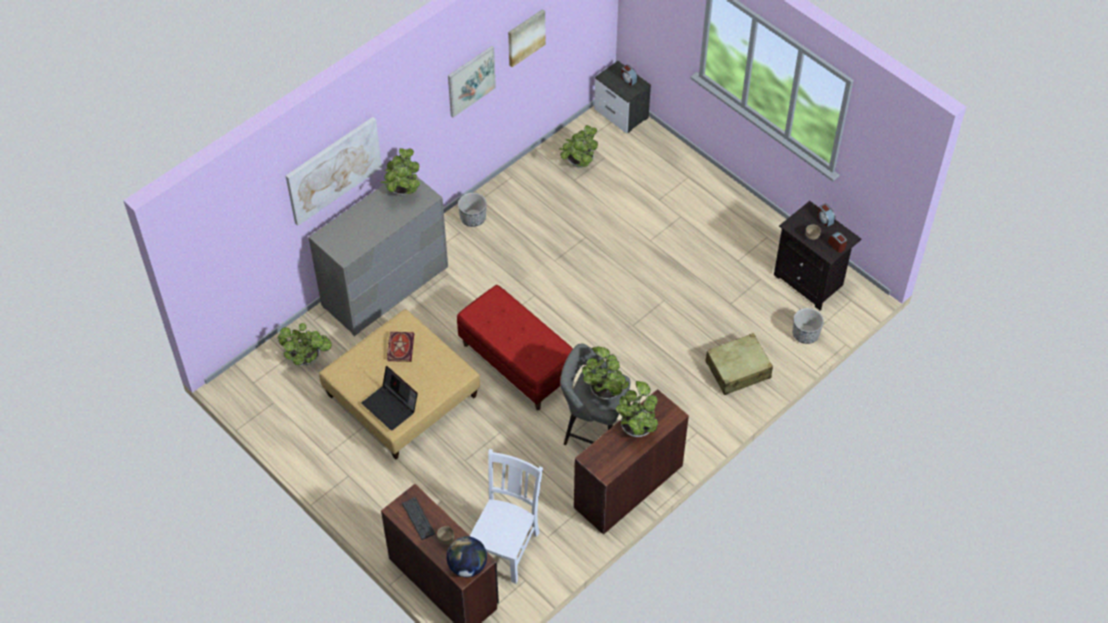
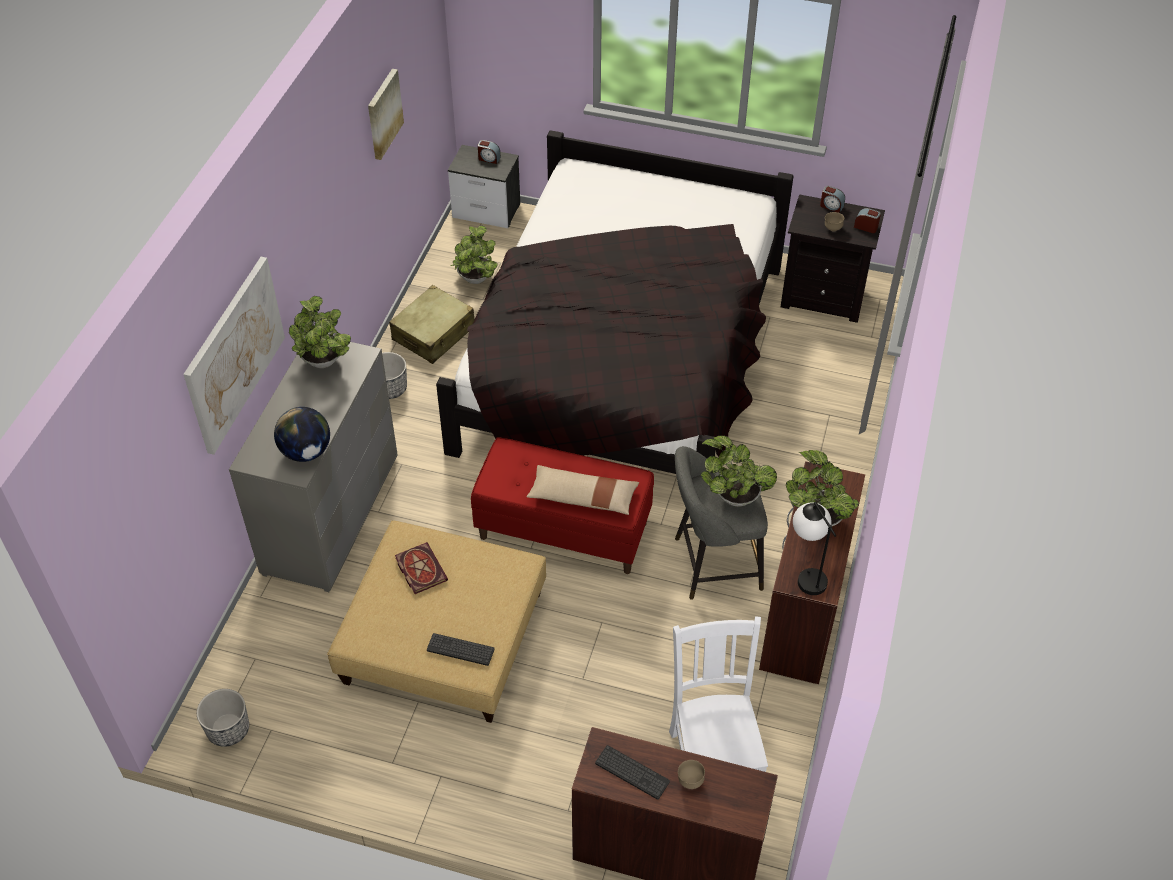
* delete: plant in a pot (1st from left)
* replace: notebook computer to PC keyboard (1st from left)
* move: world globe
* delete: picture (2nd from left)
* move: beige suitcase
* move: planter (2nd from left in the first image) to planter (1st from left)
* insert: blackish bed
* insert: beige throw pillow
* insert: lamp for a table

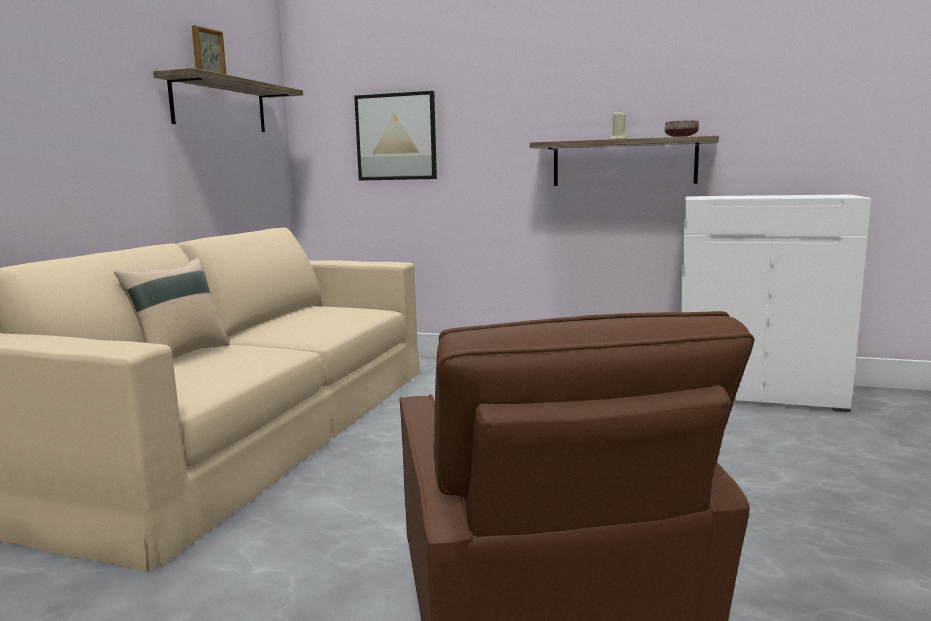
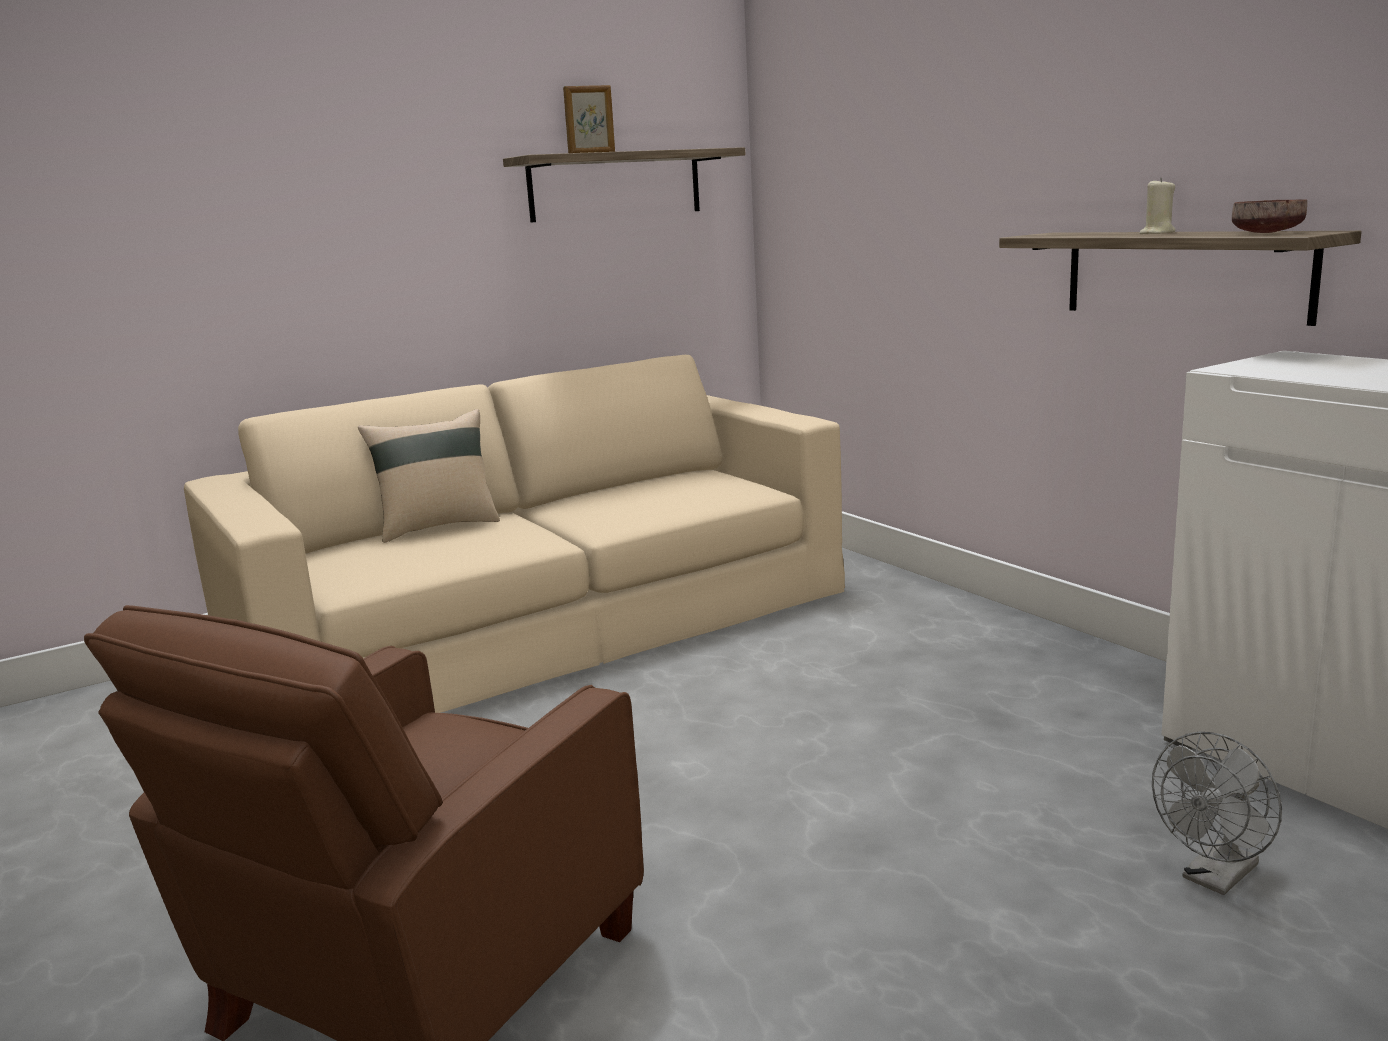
* delete: picture
* insert: grey electric fan

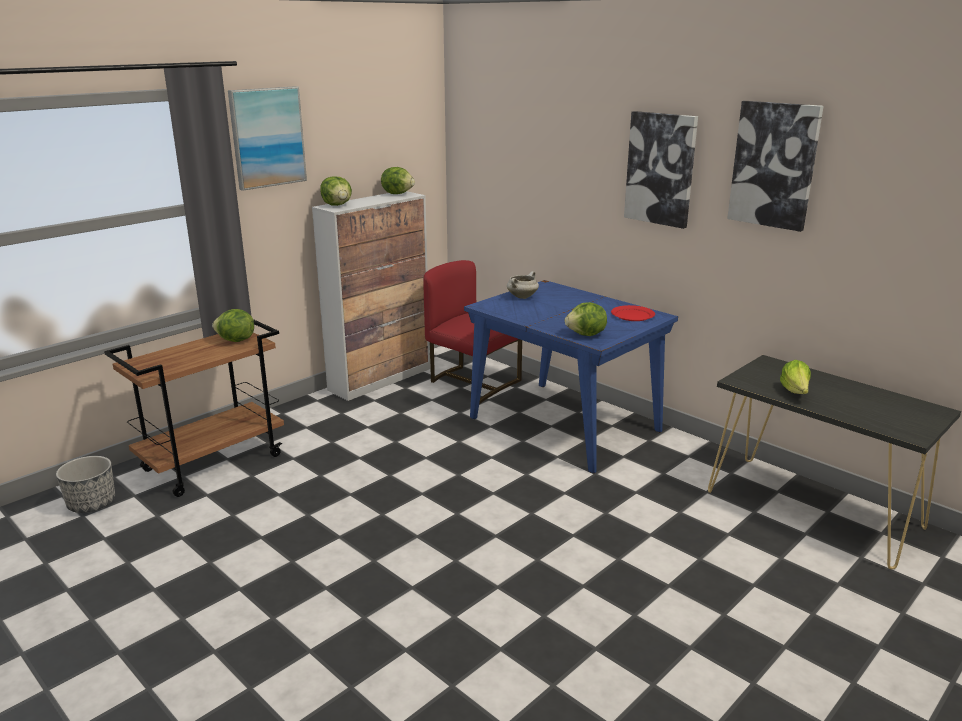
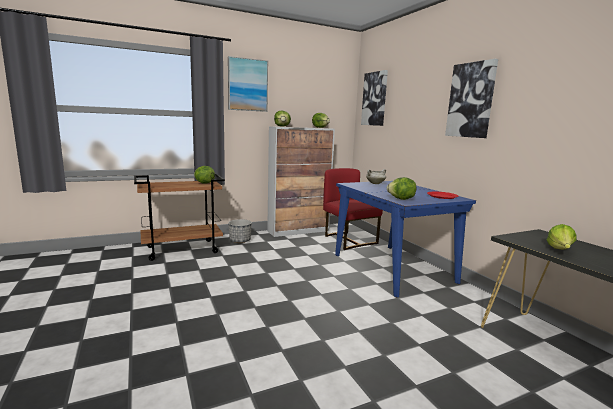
* move: planter
* move: picture (3rd from left in the first image) to picture (2nd from left)

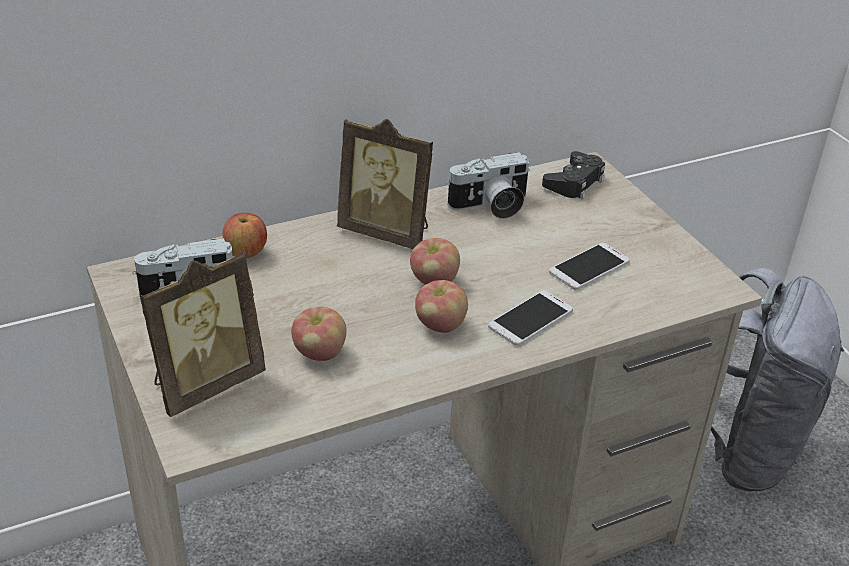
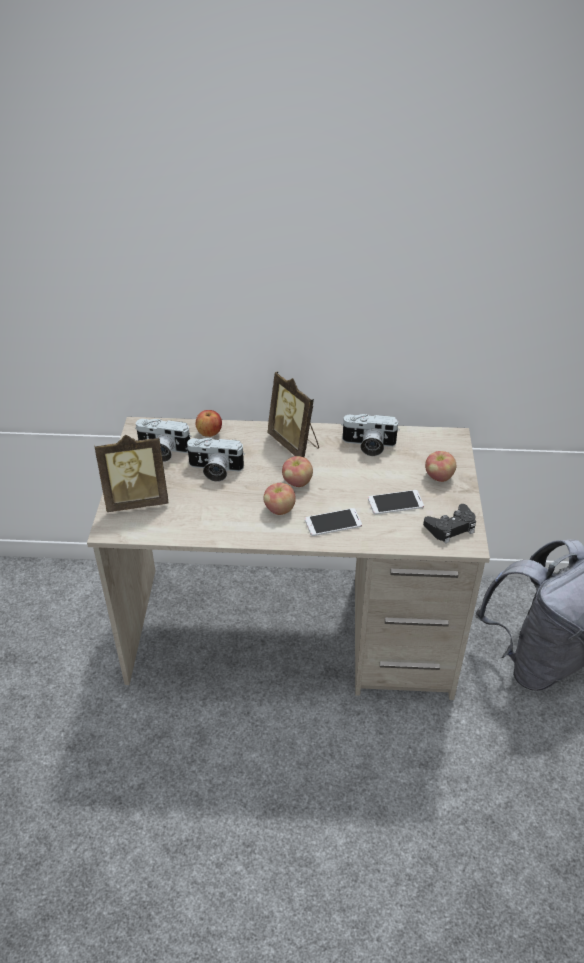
* move: apple fruit (2nd from left in the first image) to apple fruit (4th from left)
* move: blackish game controller
* insert: photo camera (2nd from left)

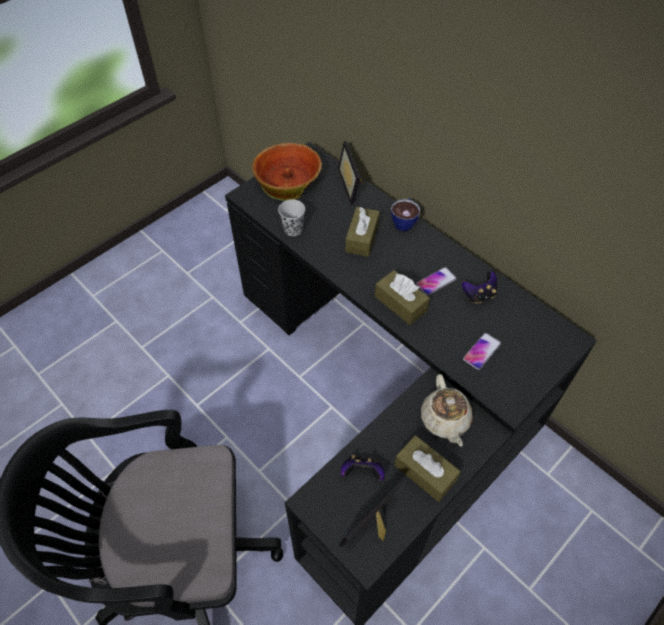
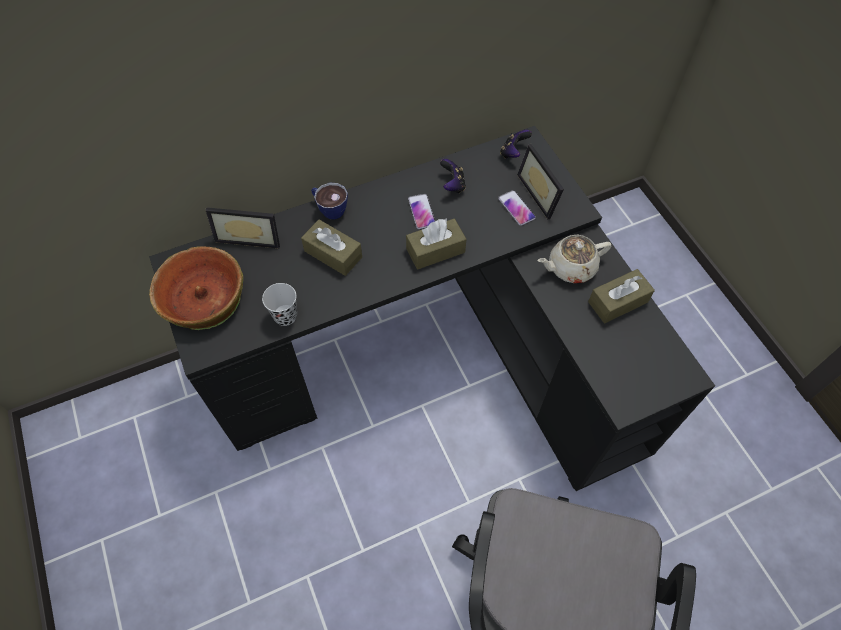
* move: picture frame (2nd from left)
* move: game controller (1st from left in the first image) to game controller (2nd from left)
* rotate: beige pot for tea 150 degrees clockwise

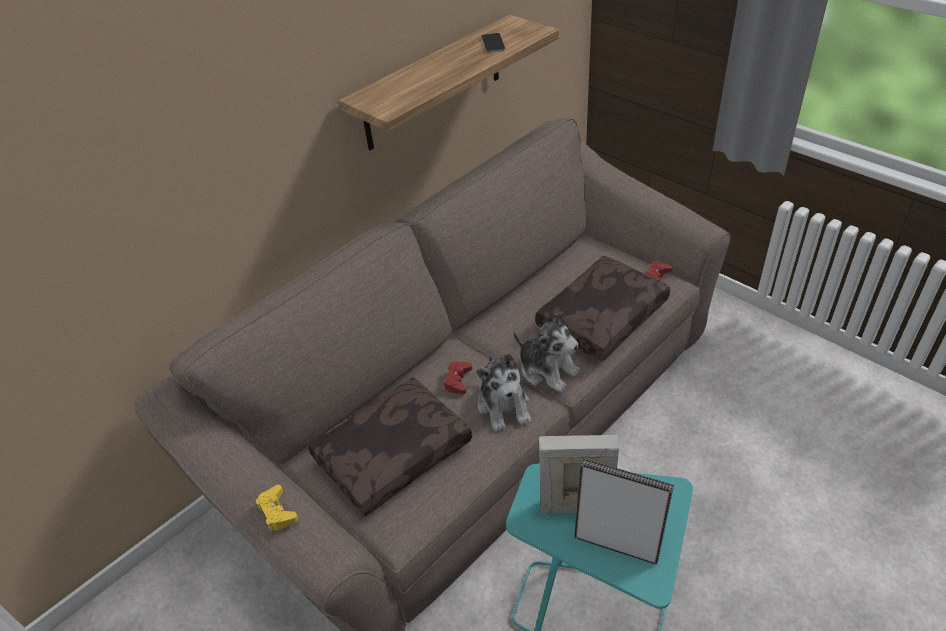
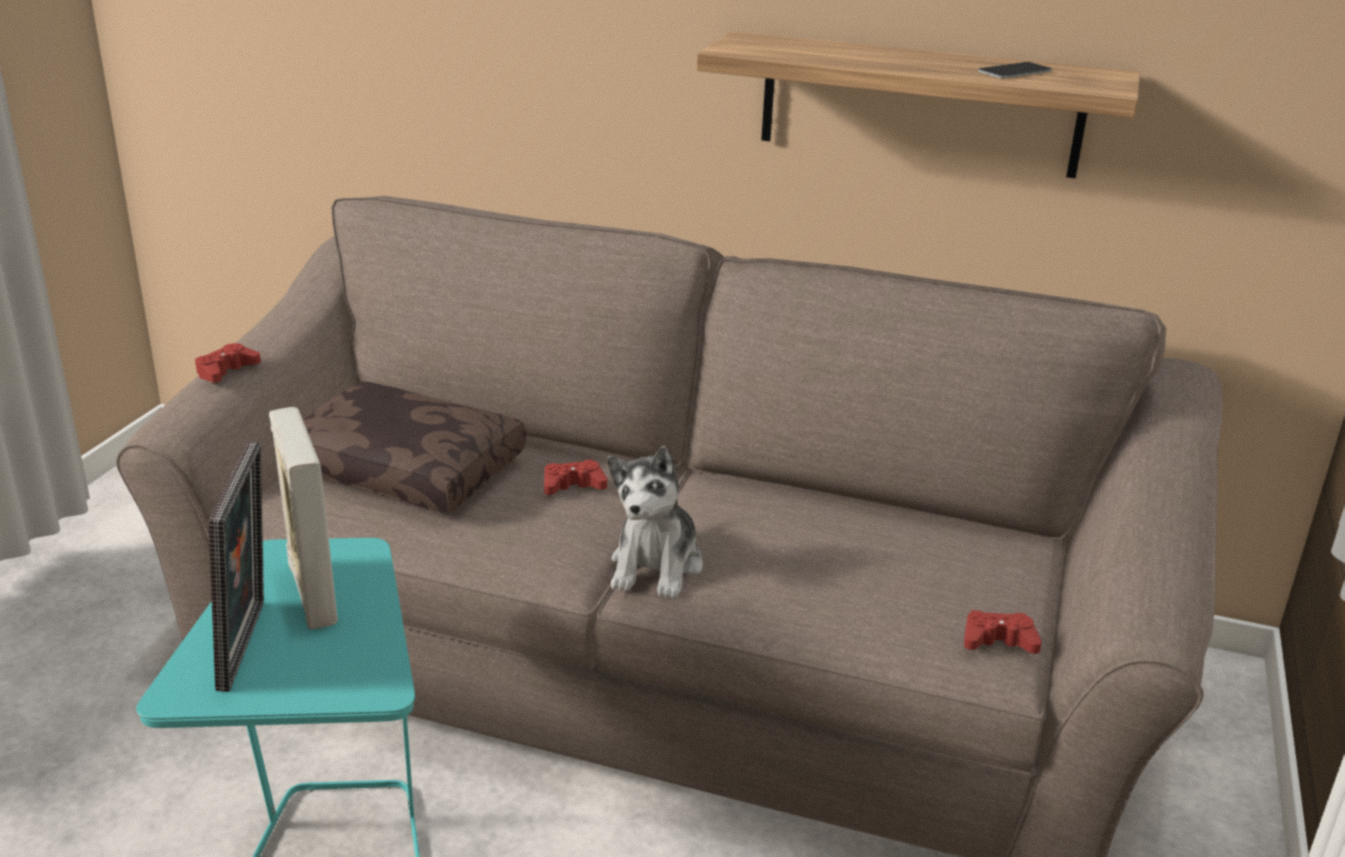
* recolor: yellowish game controller to reddish game controller (1st from left)
* delete: plush toy (1st from left)
* delete: brown-coloured throw pillow (2nd from left)

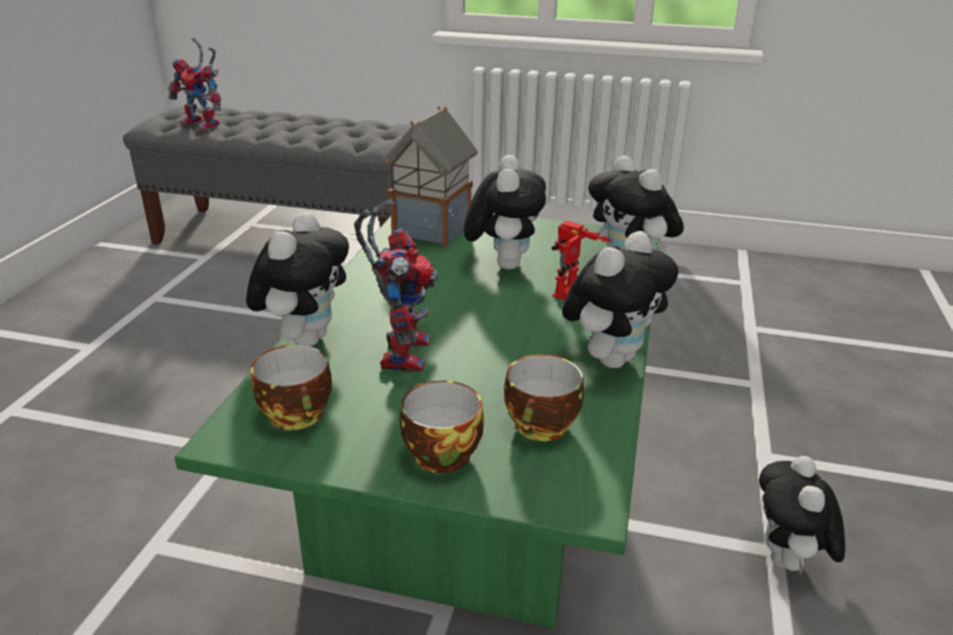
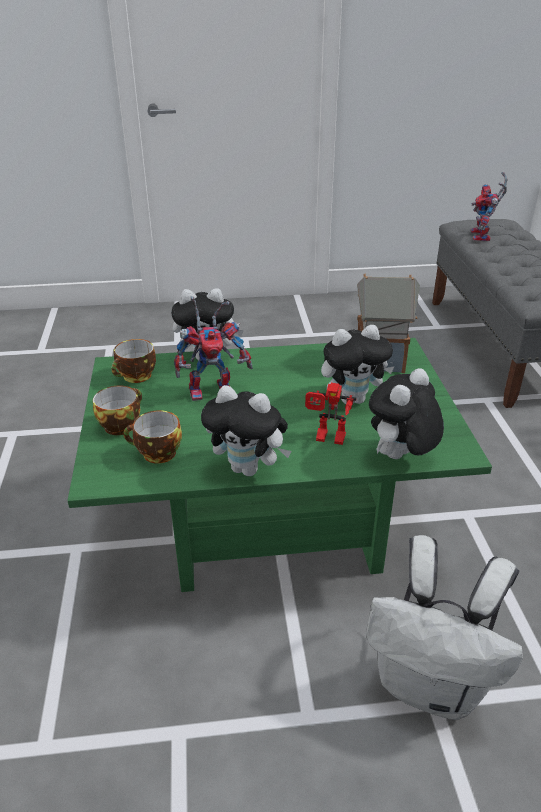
* delete: plush toy (5th from left)
* insert: white knapsack

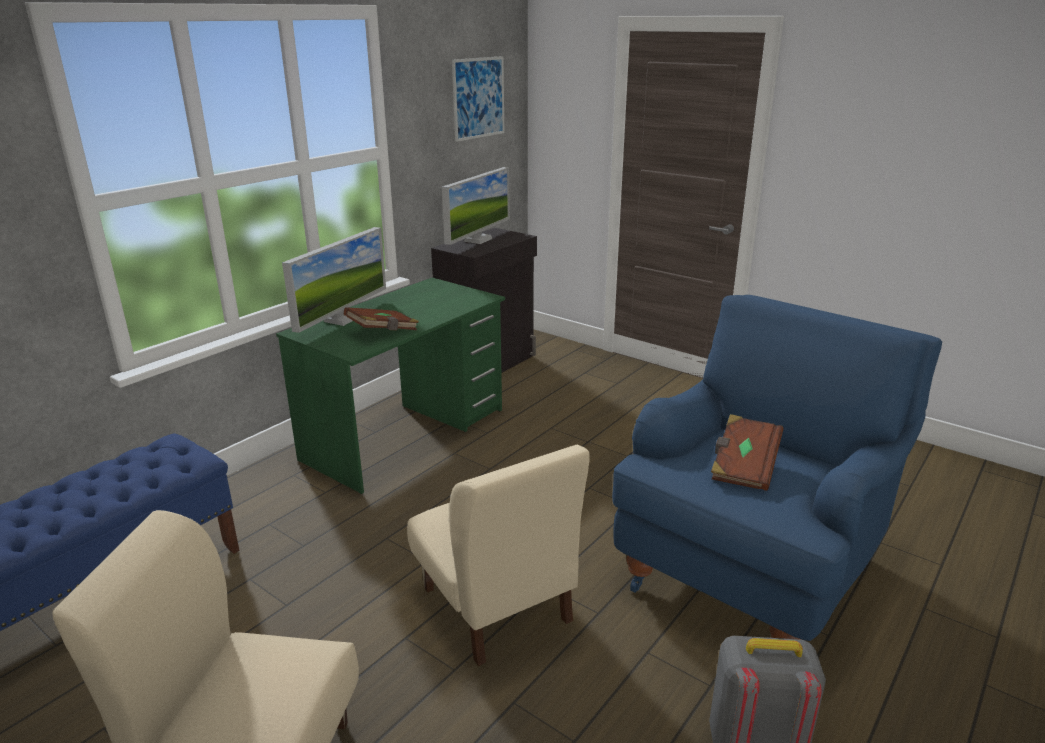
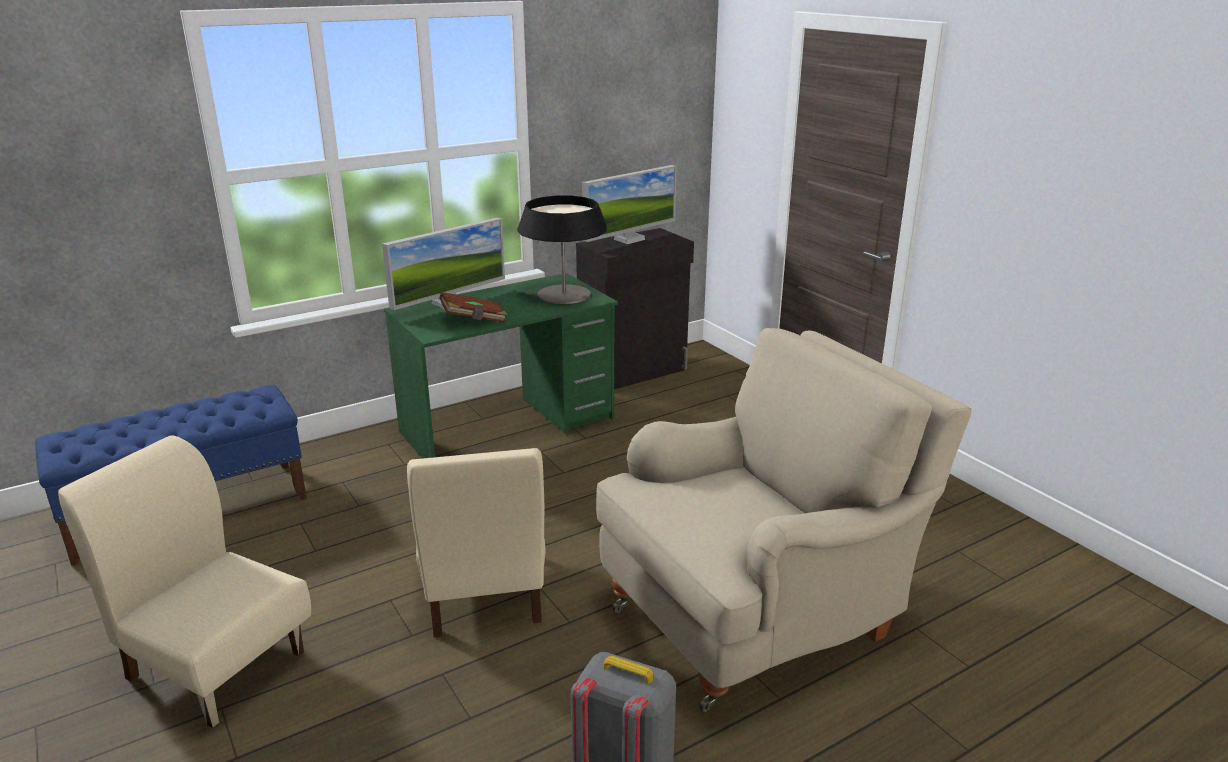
* delete: picture
* recolor: bluish lounge chair to beige lounge chair
* delete: brown-coloured book (2nd from left)
* insert: lamp for a table

